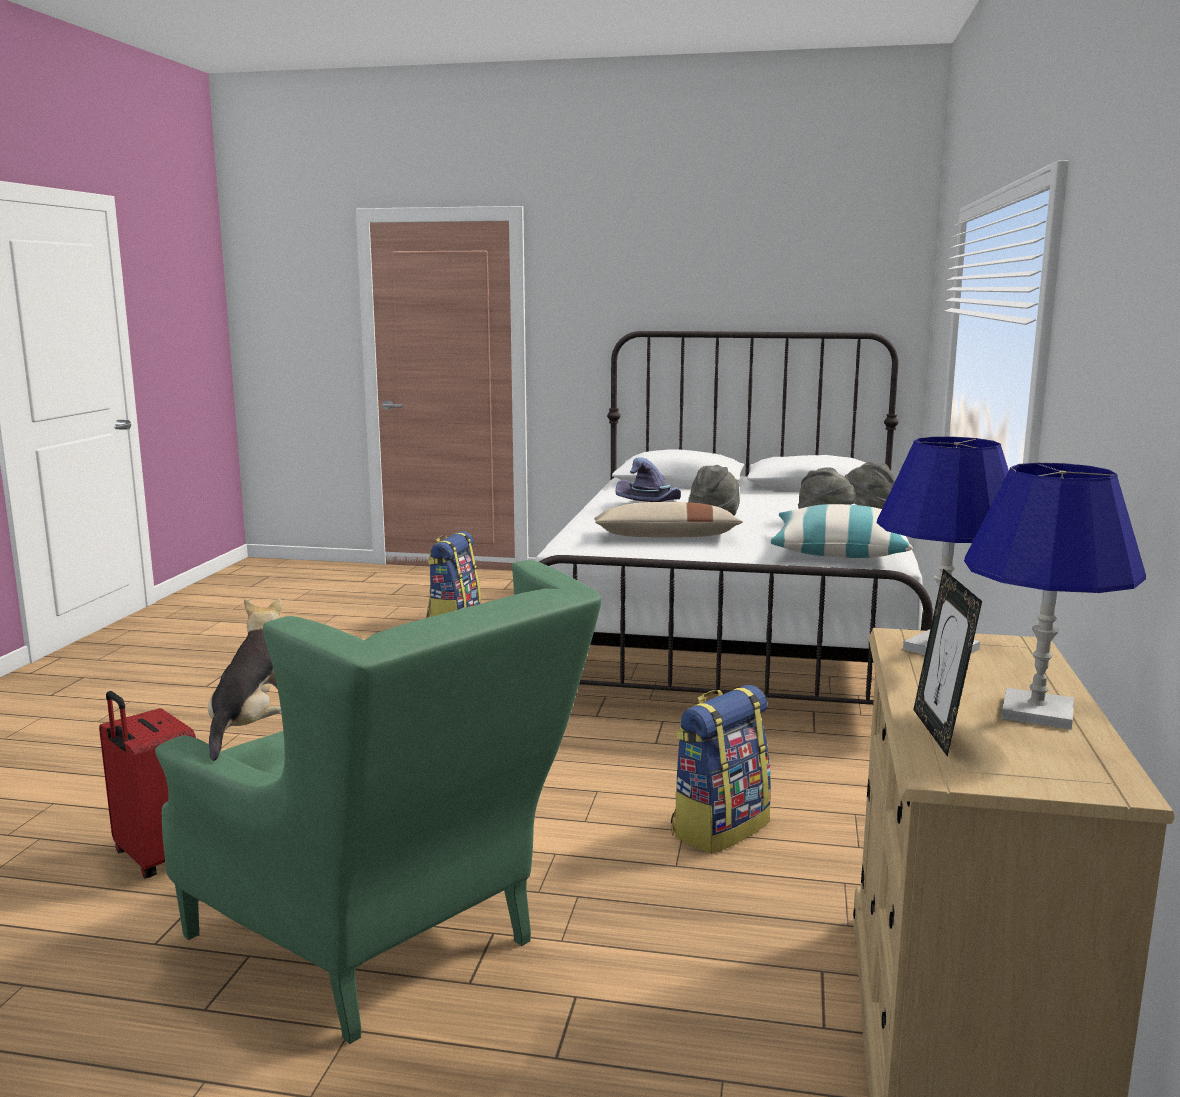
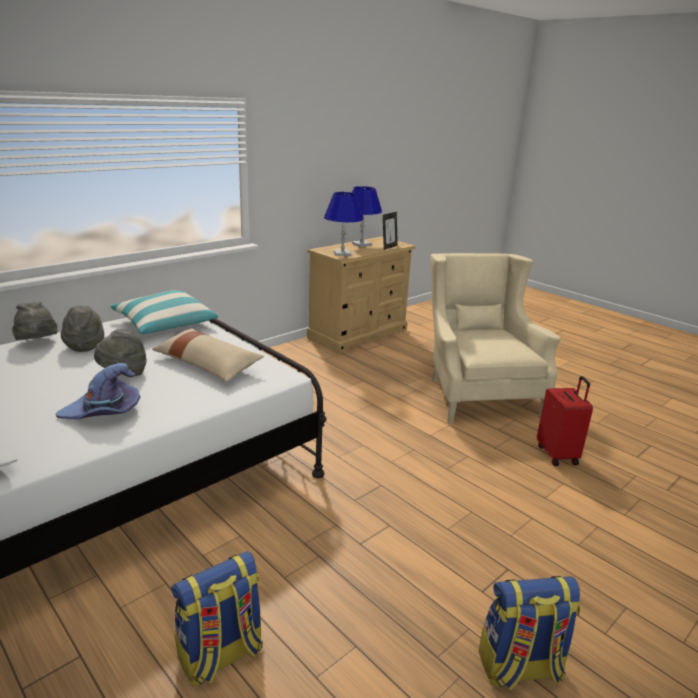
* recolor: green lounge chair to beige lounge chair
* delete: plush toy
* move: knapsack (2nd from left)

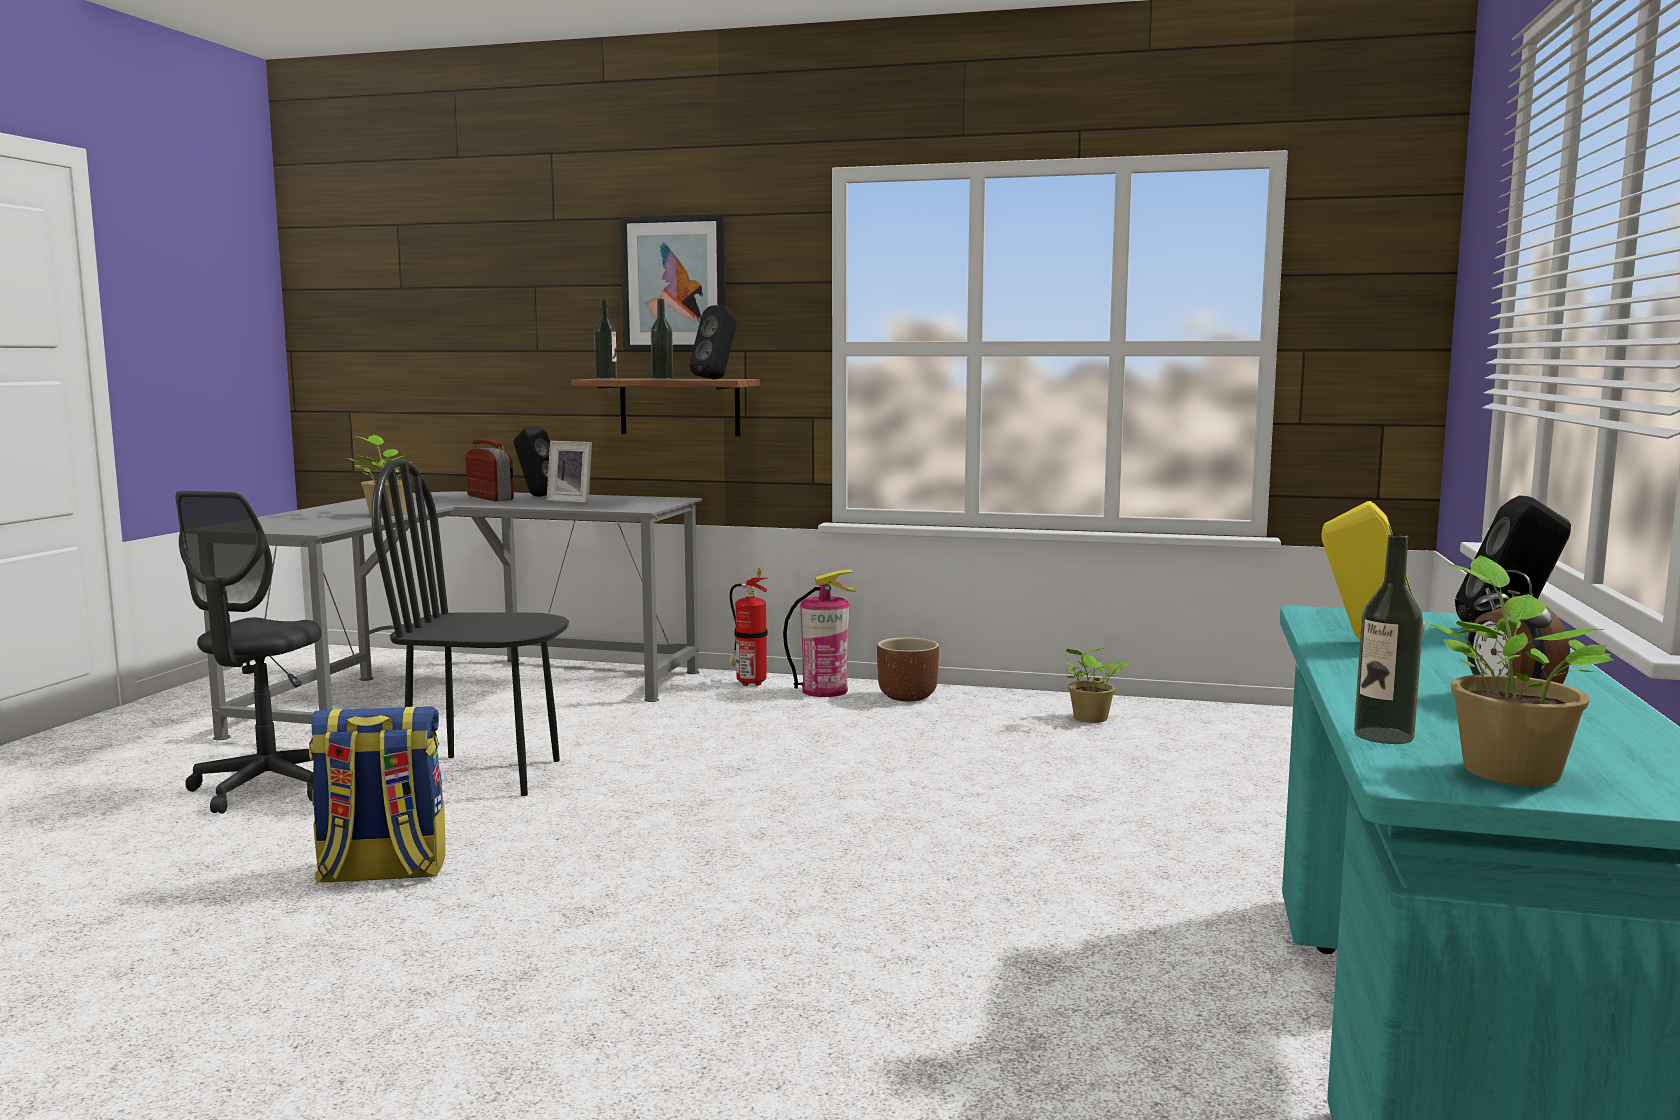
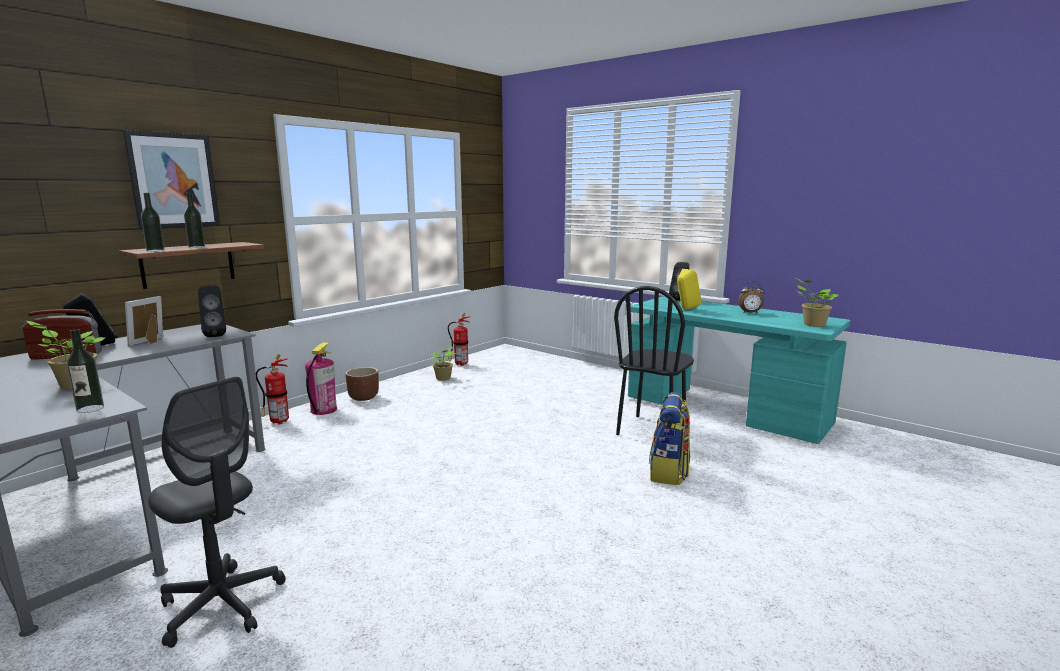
* move: knapsack
* move: blackish chair
* rotate: picture frame 150 degrees clockwise
* move: blackish speaker (2nd from left)
* move: drink bottle (3rd from left in the first image) to drink bottle (1st from left)
* insert: fire extinguisher (3rd from left)

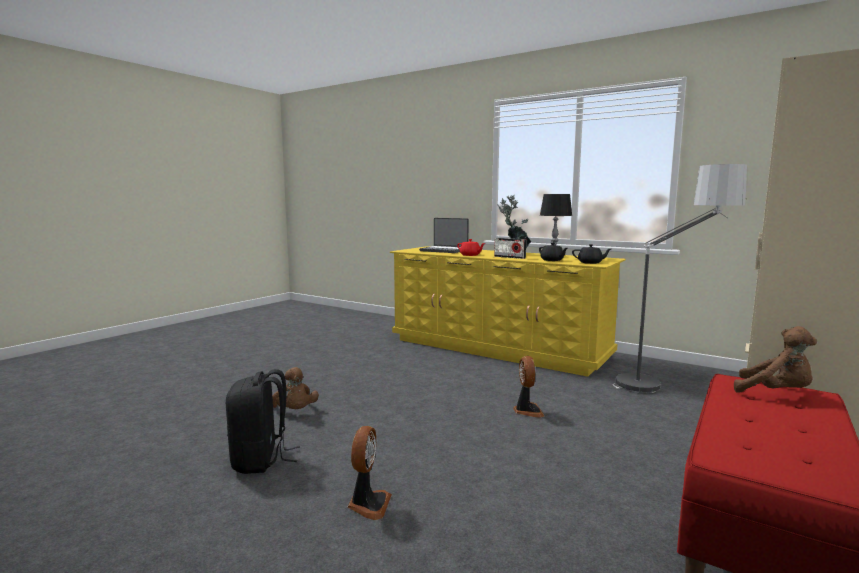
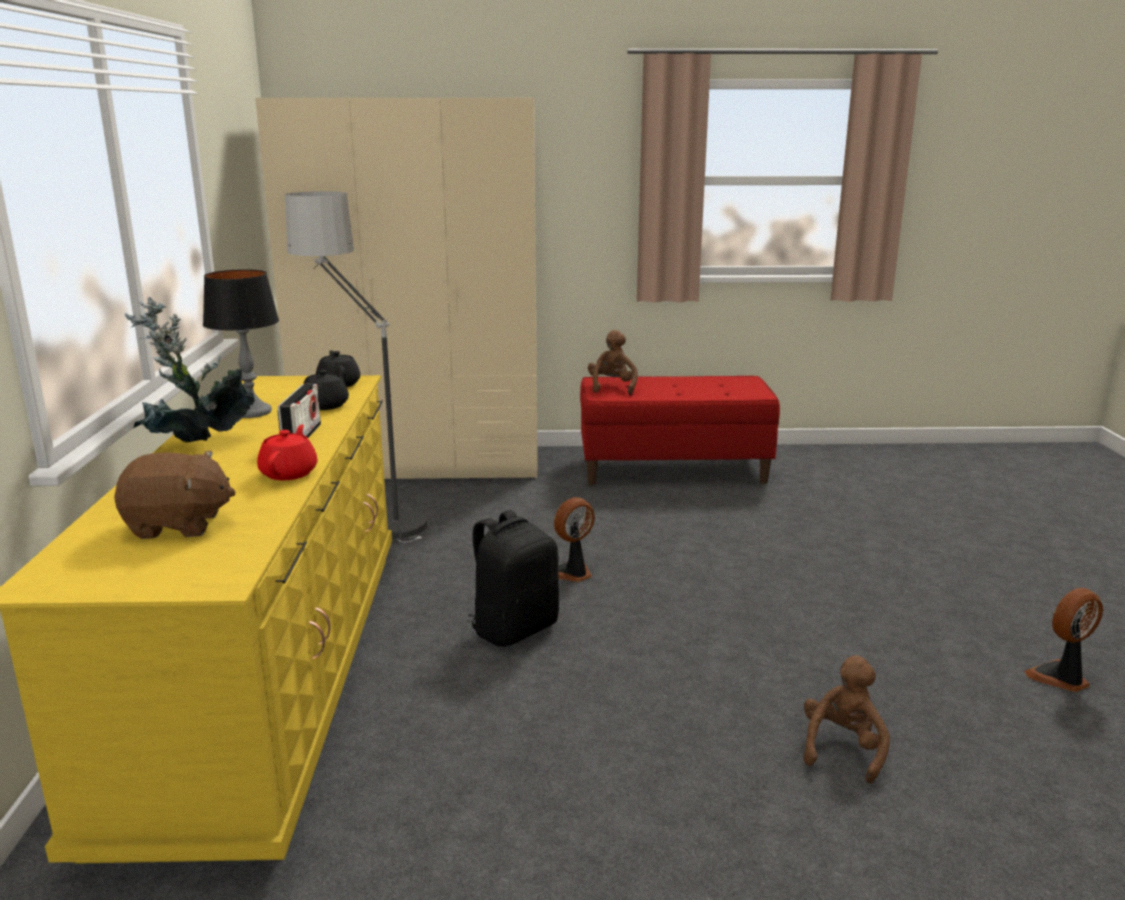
* move: blackish knapsack
* move: electric fan (1st from left in the first image) to electric fan (2nd from left)
* replace: notebook computer to brown-coloured plush toy (1st from left)

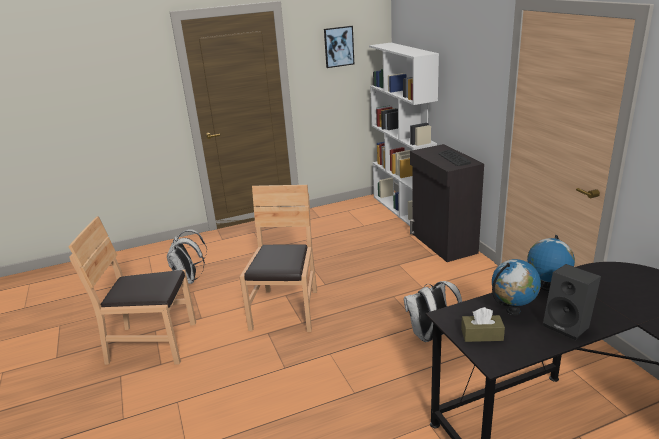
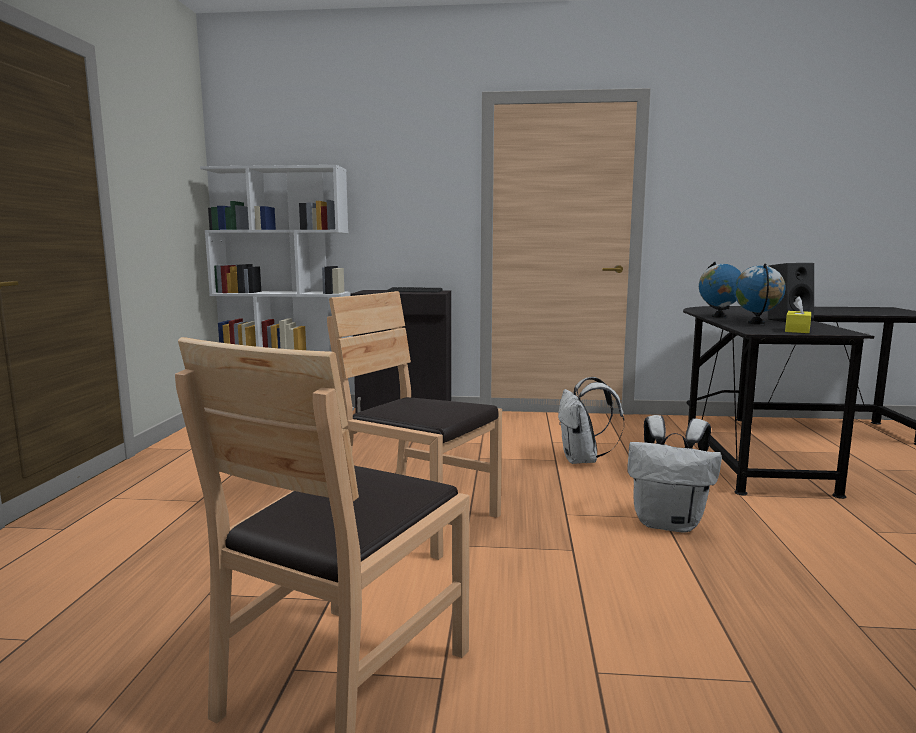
* move: white knapsack (1st from left in the first image) to white knapsack (2nd from left)
* delete: picture
* recolor: brown-coloured tissue holder to yellowish tissue holder

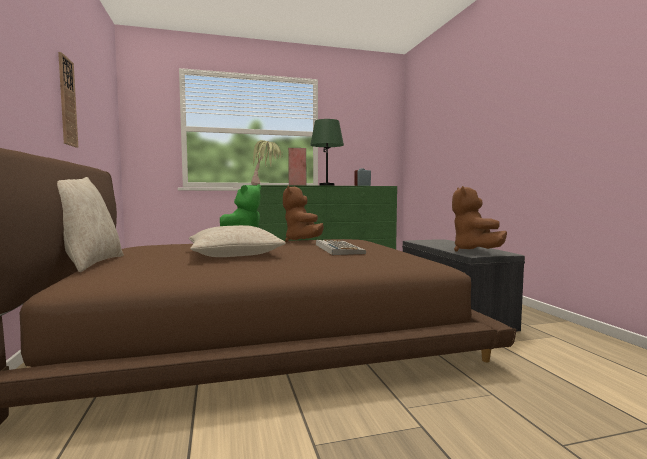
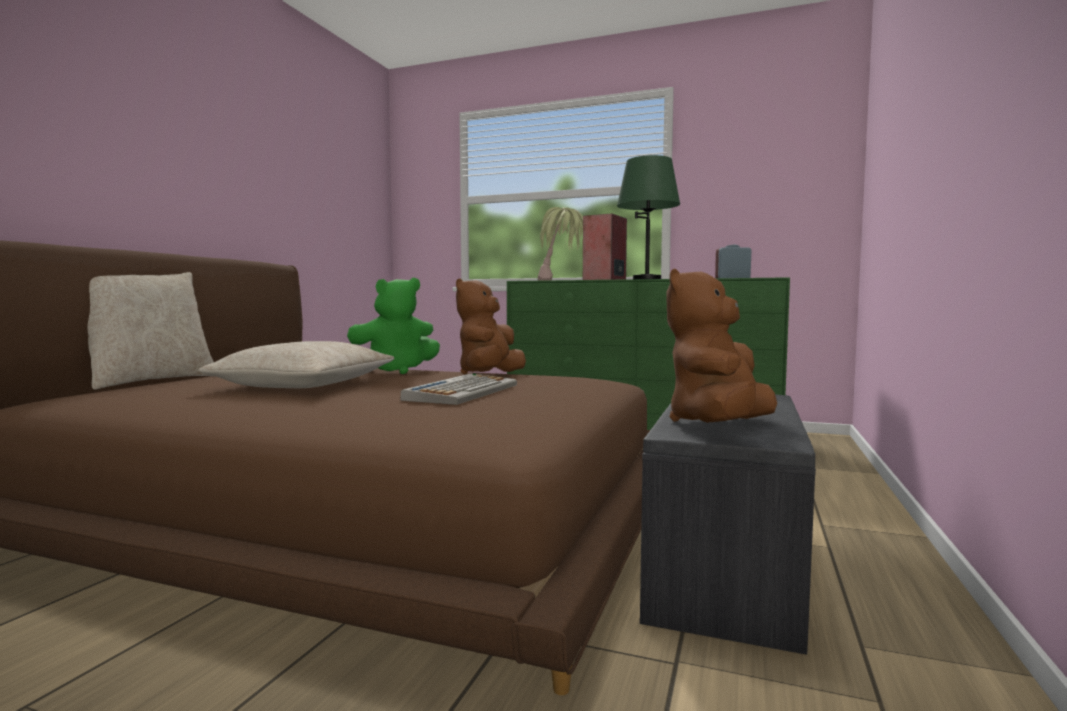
* delete: clock on the wall

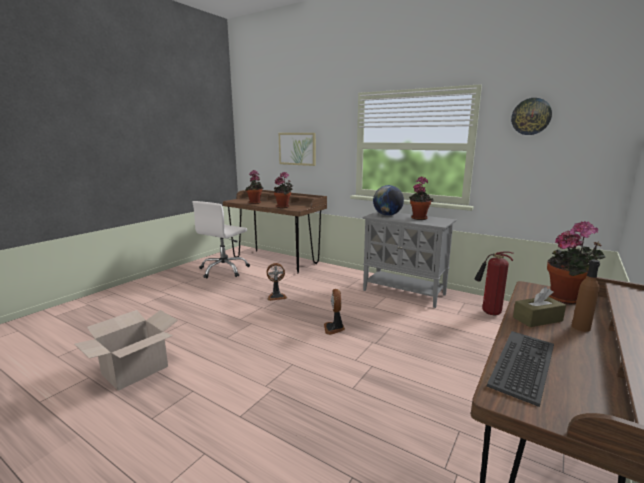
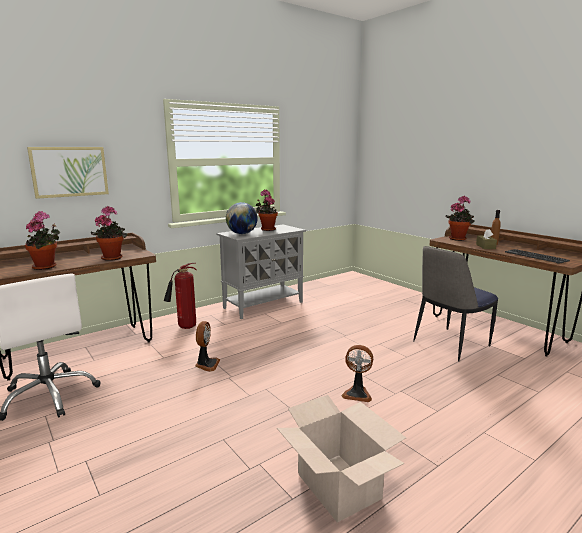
* move: electric fan (2nd from left)
* move: fire extinguisher
* delete: clock on the wall
* insert: chair

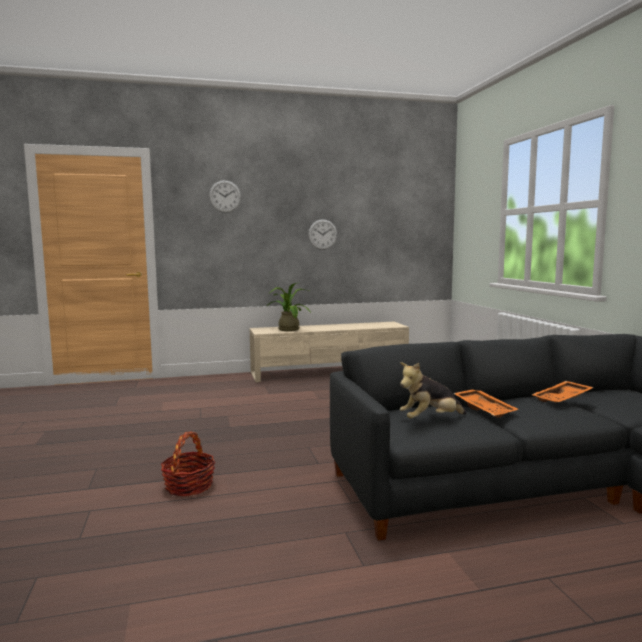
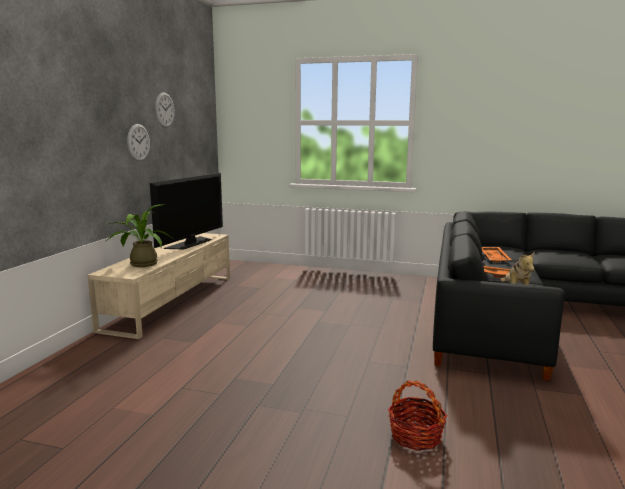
* move: clock on the wall (1st from left in the first image) to clock on the wall (2nd from left)
* insert: TV

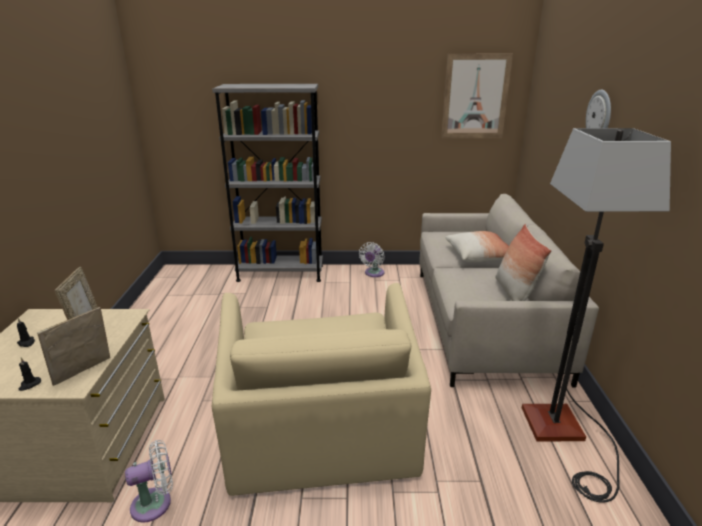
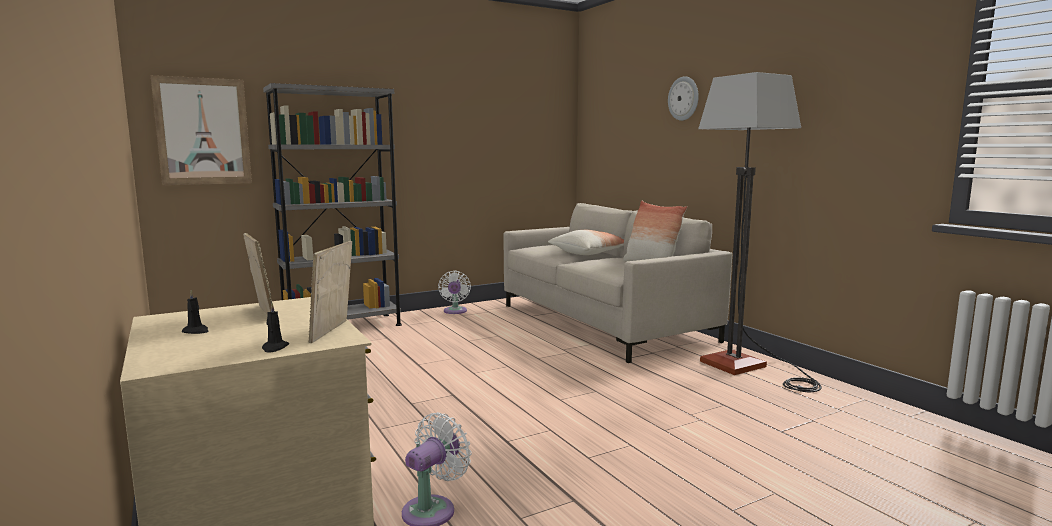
* delete: beige lounge chair
* move: picture

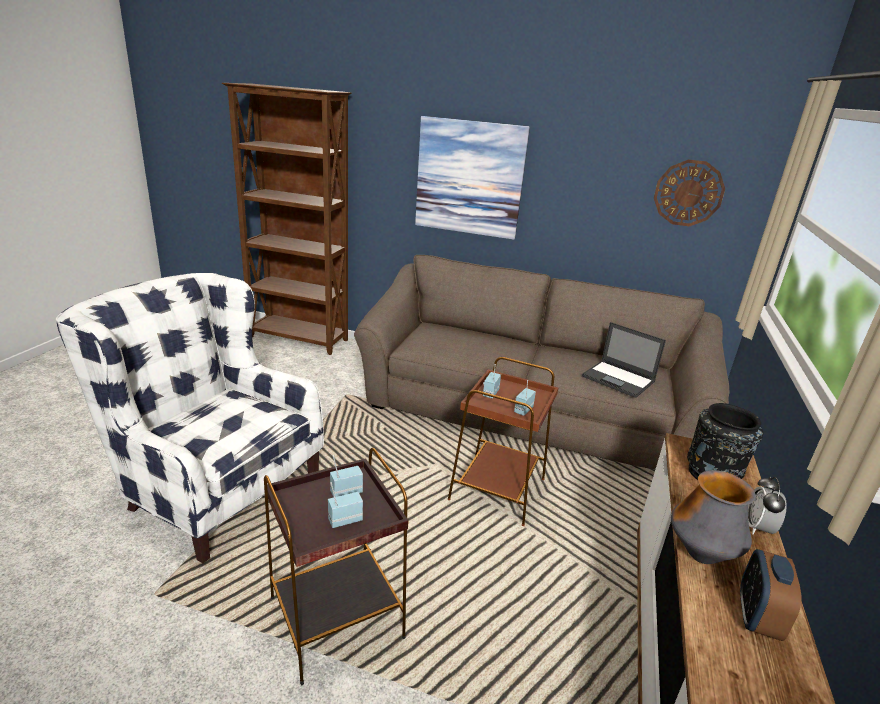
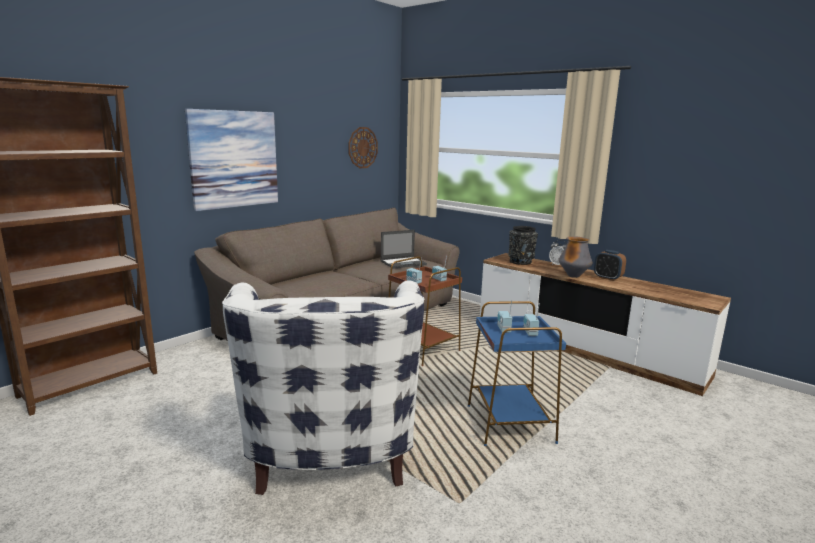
* rotate: white lounge chair 60 degrees counterclockwise
* recolor: brown-coloured end table (1st from left) to bluish end table

